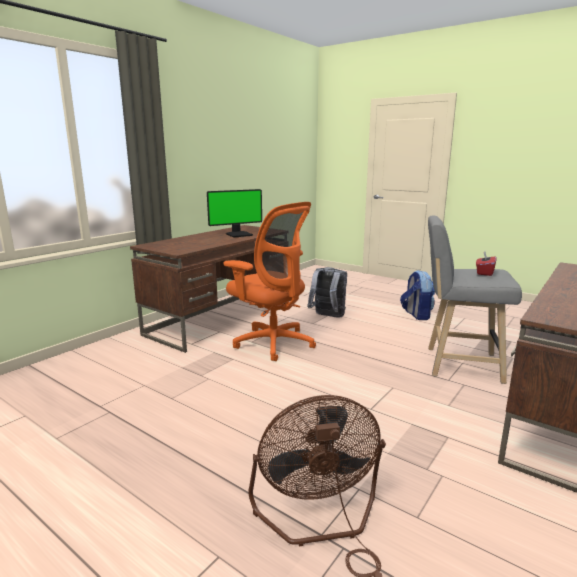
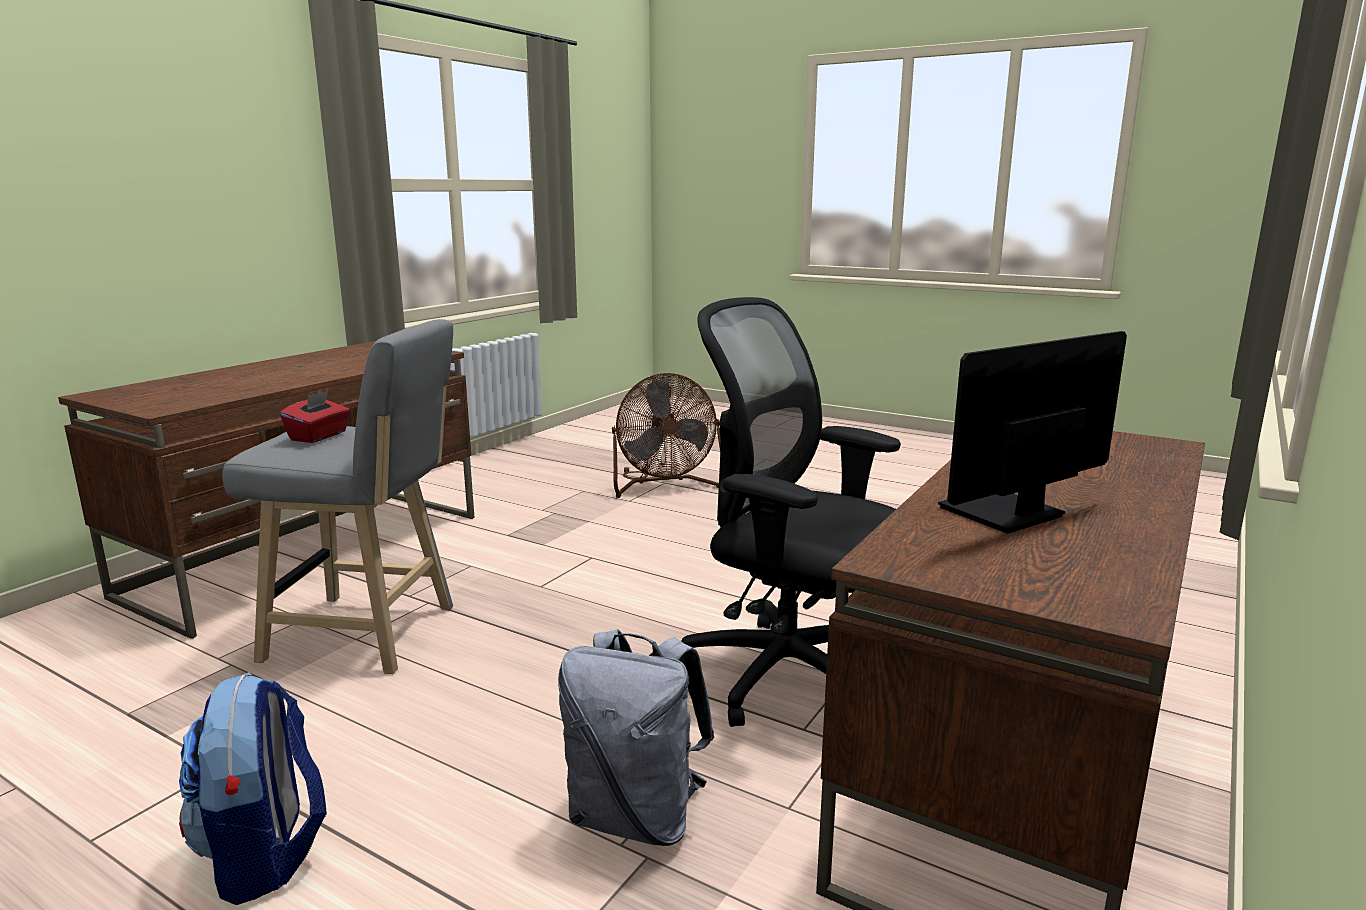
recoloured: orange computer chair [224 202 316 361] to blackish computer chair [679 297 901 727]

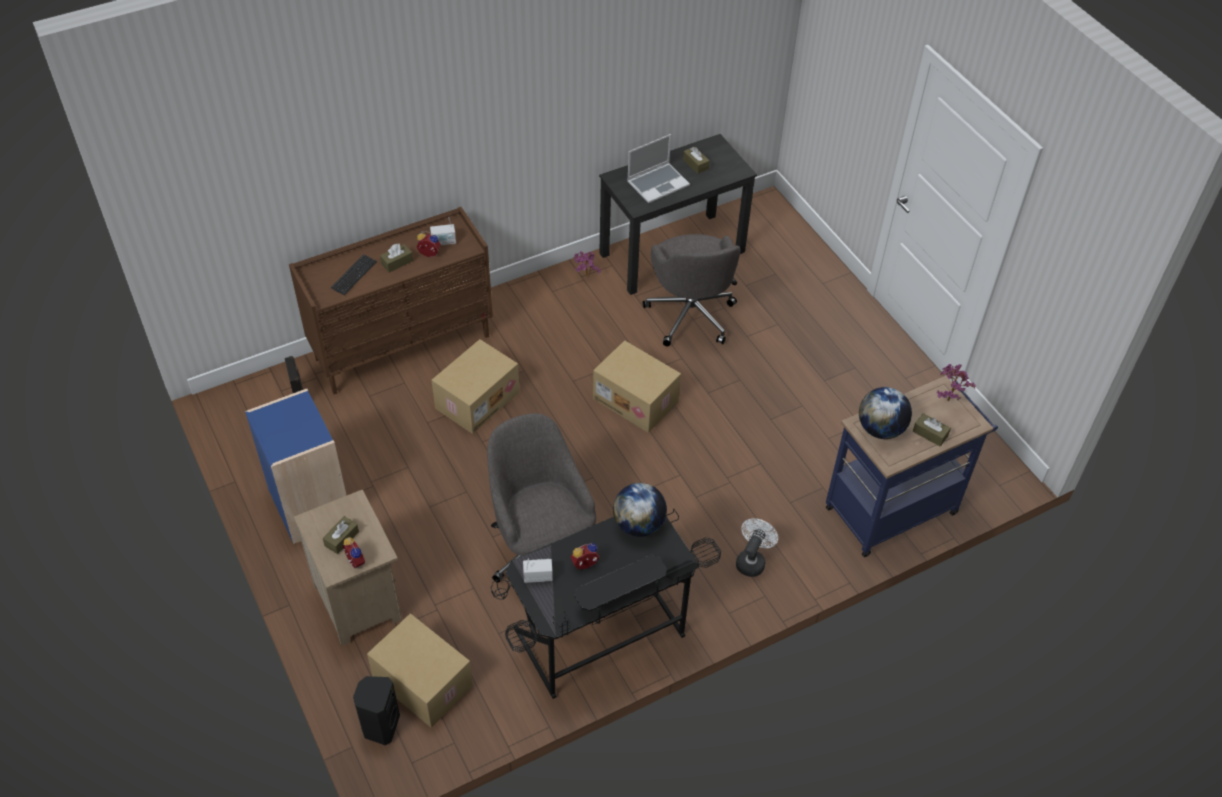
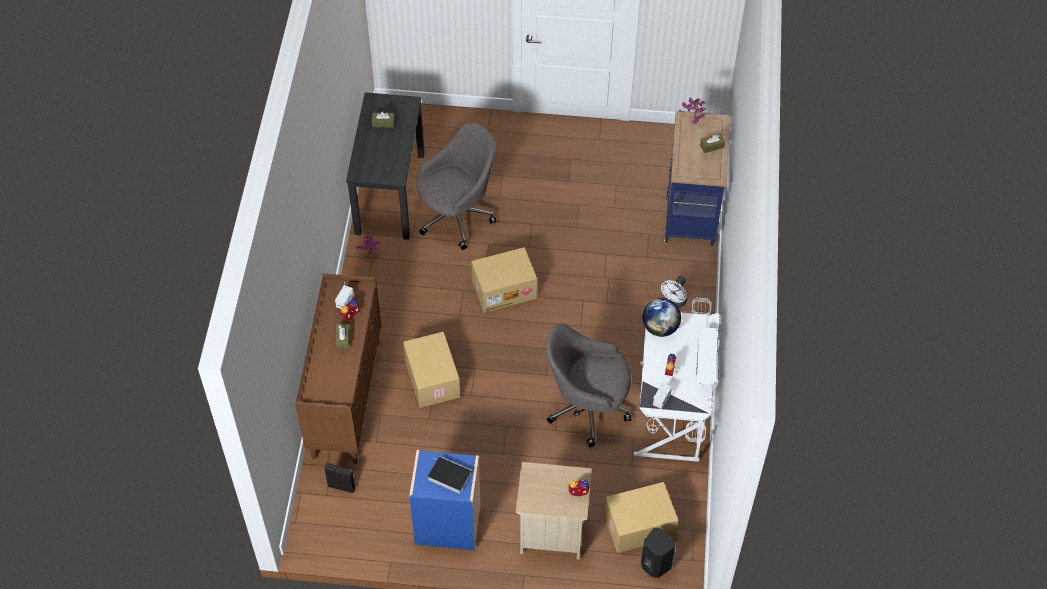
removed: brown-coloured tissue box [323 516 359 554]; keyboard [330 254 377 295]; notebook computer [627 134 690 203]; globe [859 387 912 439]
added: book [428 456 472 494]
recoloured: blackish desk [491 509 721 699] to white desk [634 298 720 462]
turned: grey computer chair [642 234 740 346] = [416 122 496 250] 60 degrees counterclockwise; white electric fan [736 518 778 577] = [661 276 687 308] 120 degrees counterclockwise

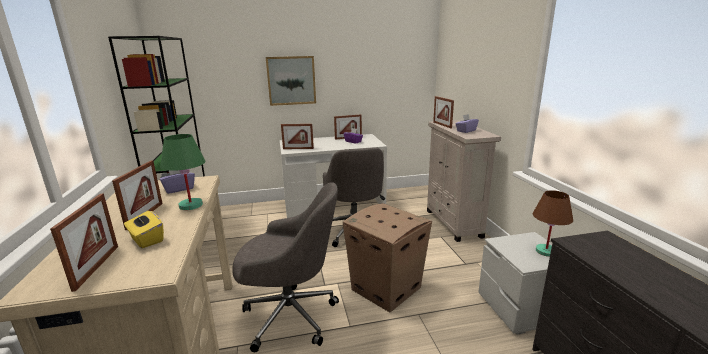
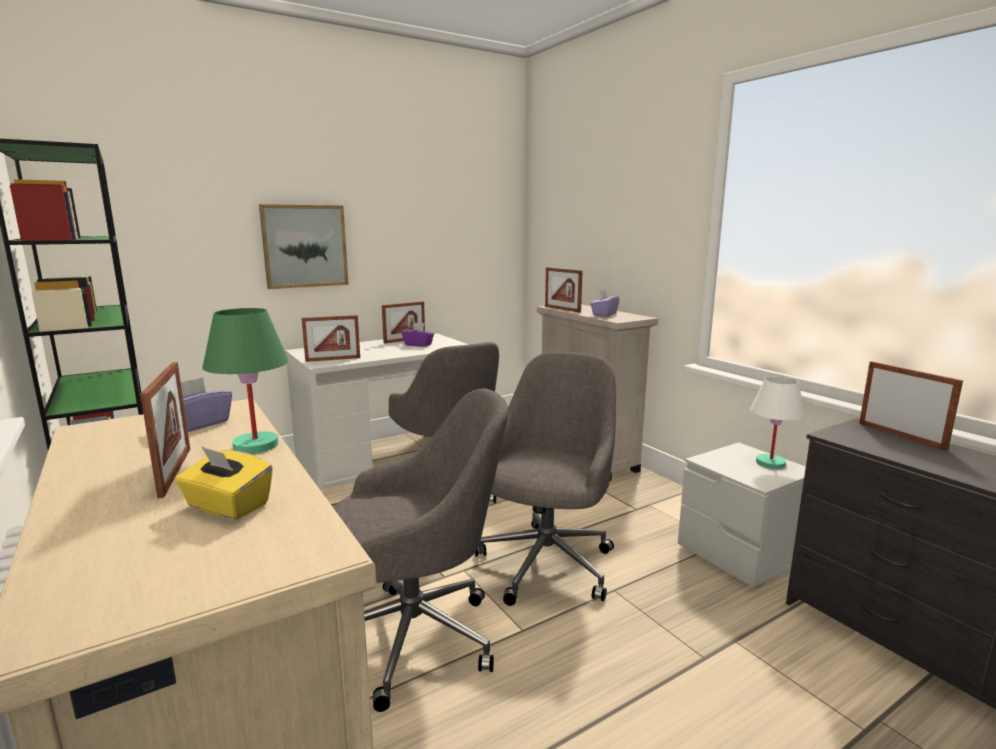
moved: photo frame [50 193 118 292] to [859 361 963 451]
replaced: carton [343 203 432 312] to grey computer chair [475 352 616 606]
recoloured: brown-coloured tabletop lamp [533 190 573 257] to white tabletop lamp [750 376 805 469]

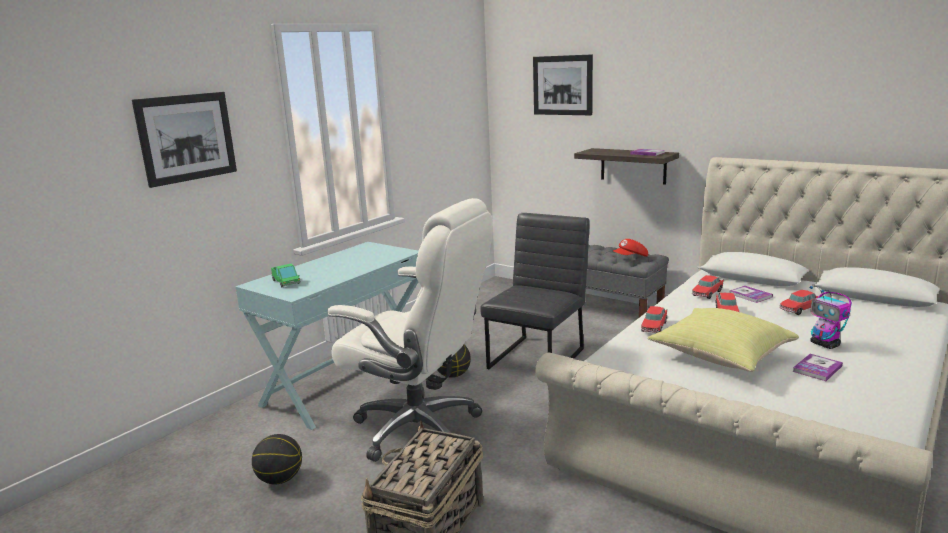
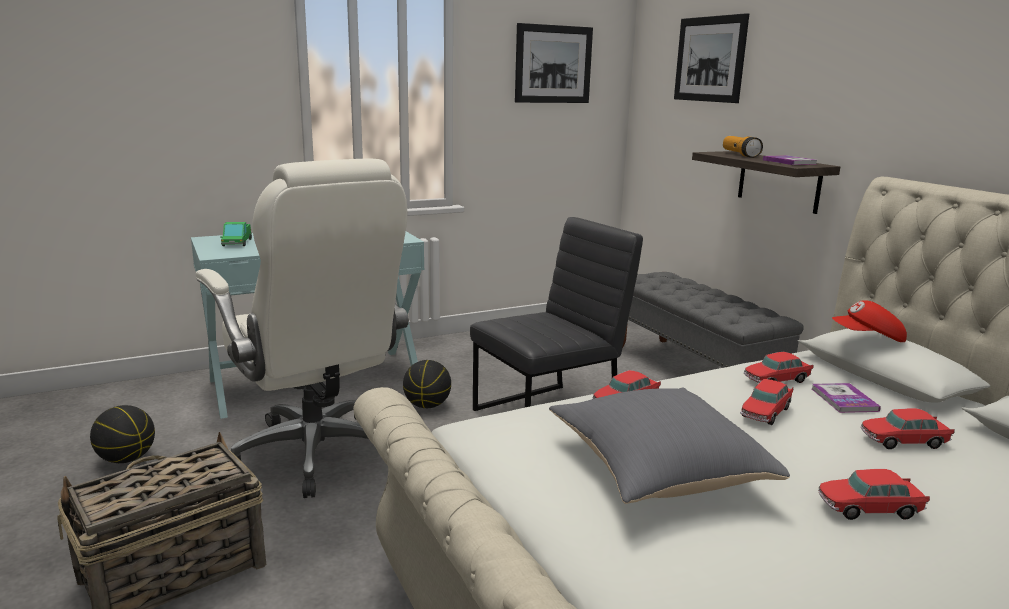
removed: book [793 354 843 381]
added: flashlight [723 136 763 158]
moved: wall picture [132 92 237 188] to [515 23 593 103]; reddish cap [613 239 648 257] to [832 300 907 342]
replaced: robot figure [810 286 852 349] to toy car [818 469 930 520]
recoloured: yellowish cushion [648 308 799 372] to grey cushion [549 387 790 504]

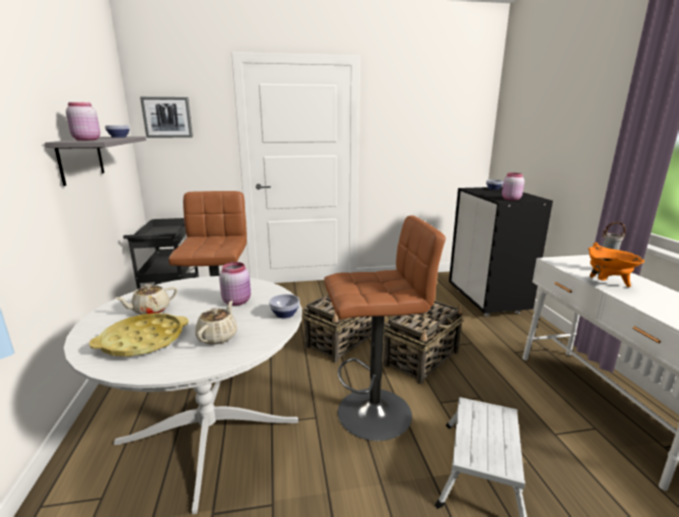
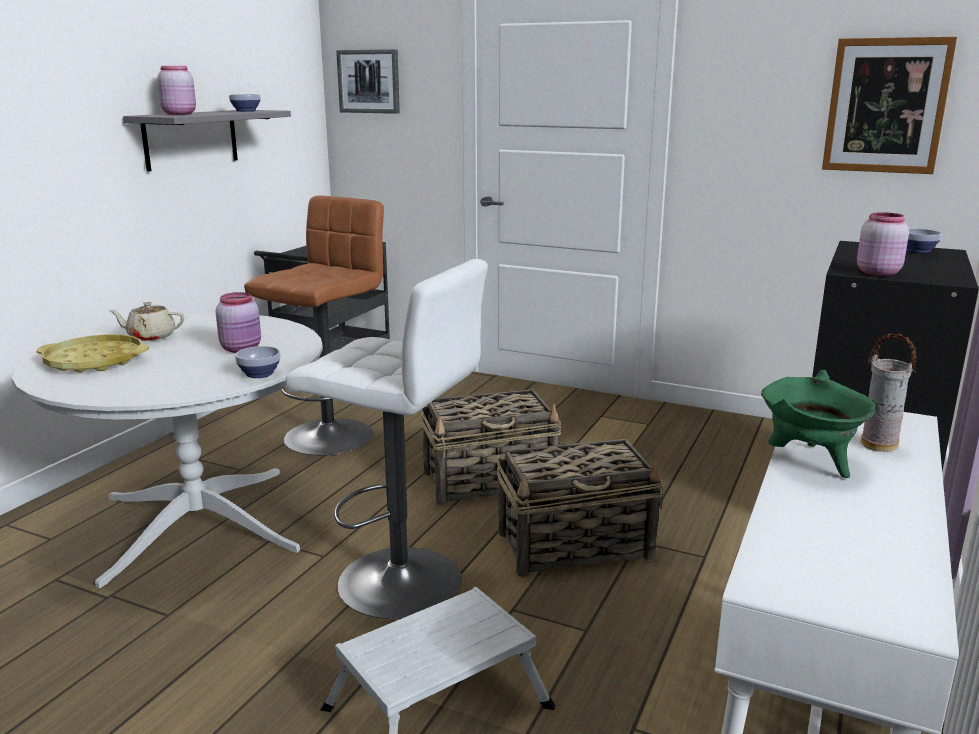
removed: beige-coloured tea pot [195 300 237 345]
added: wall picture [822 37 957 174]
recoloured: brown-coloured stool seat [324 215 446 441] to white stool seat [286 259 488 619]; orange saucepot [588 242 645 287] to greenish saucepot [761 370 875 478]

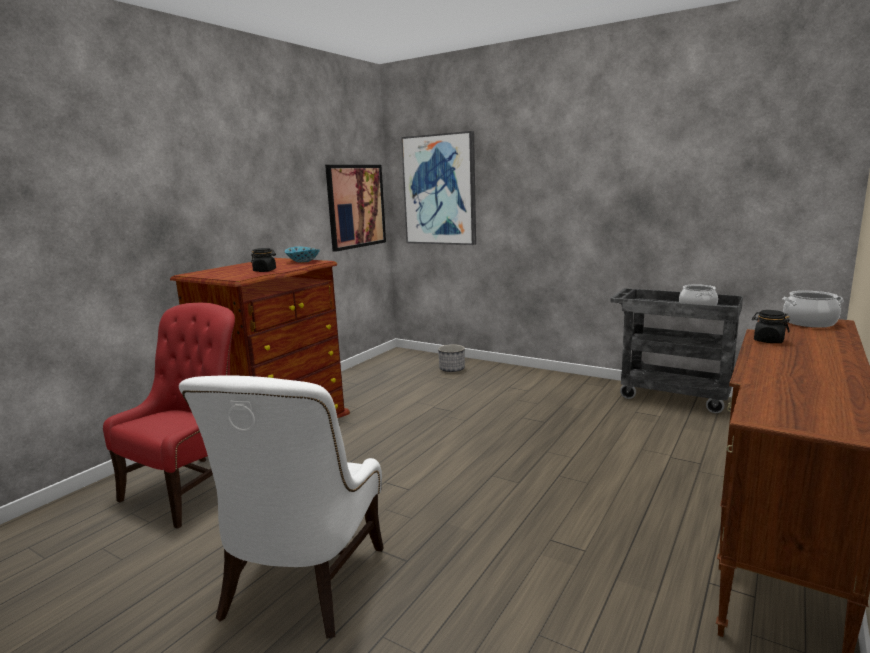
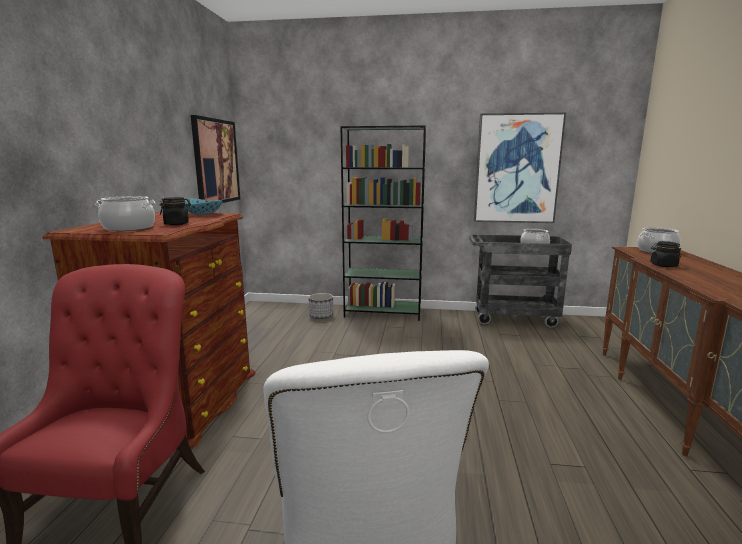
added: saucepot [95 196 155 231]; greenish shelving unit [341 125 426 321]
moved: wall picture [401 131 476 245] to [474 113 566 223]

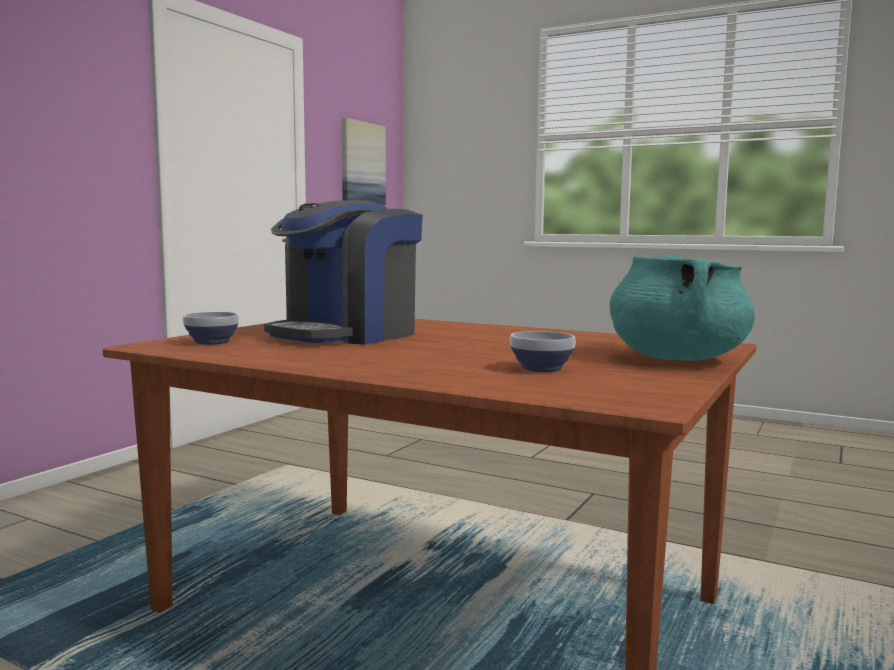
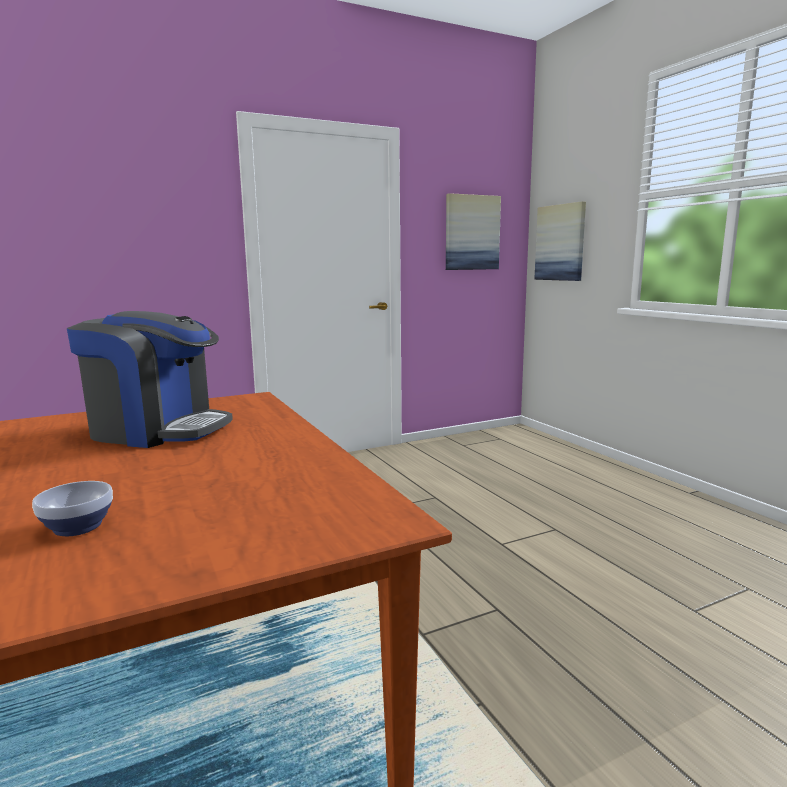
removed: deep dish [183 312 239 345]; turquoise-coloured saucepot [610 254 755 361]
added: wall picture [534 201 586 281]
turned: coffee maker [264 200 423 344] = [67 311 233 448] 150 degrees counterclockwise

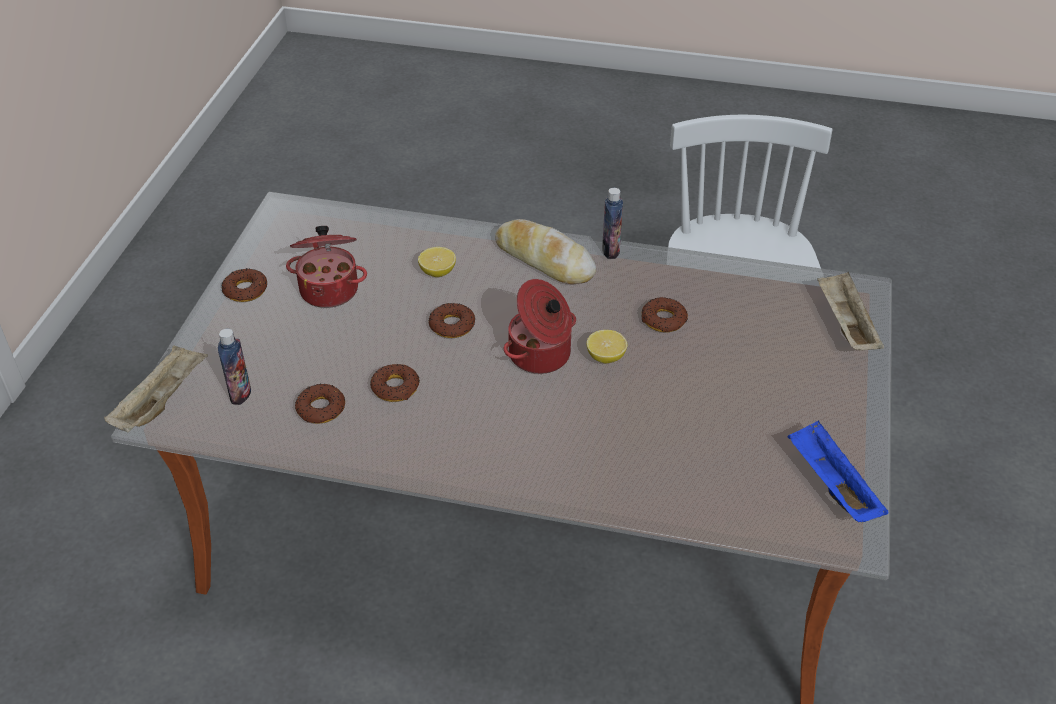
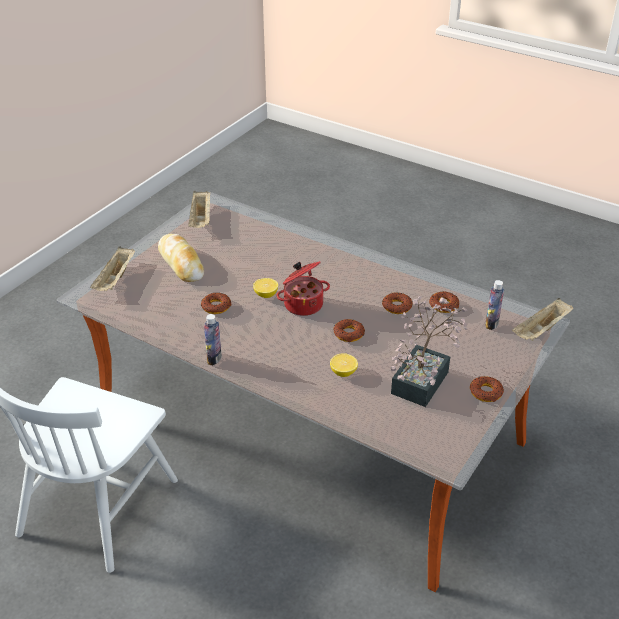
moved: bread [495 219 596 284] to [158 234 204 282]
replaced: saucepot [286 226 367 308] to potted plant [390 296 468 407]
recoloured: bluish carrying tray [788 421 889 522] to beige-coloured carrying tray [188 190 210 228]

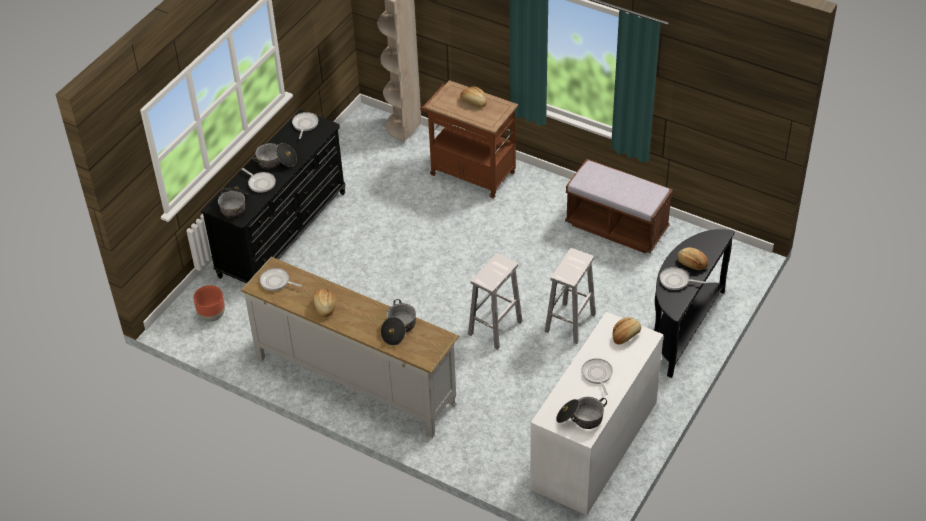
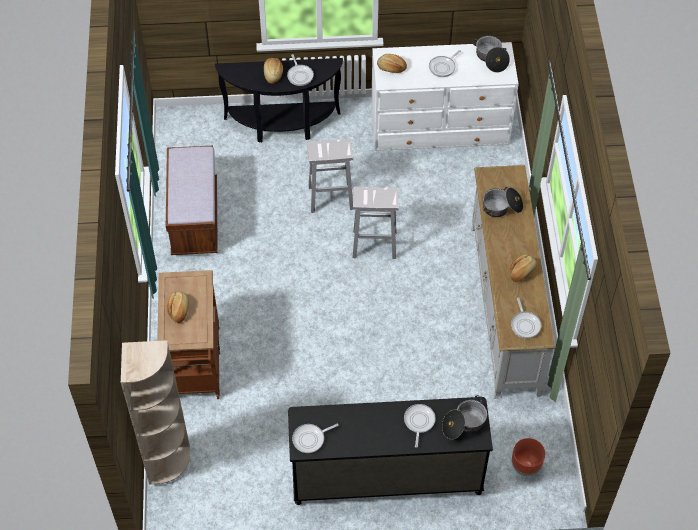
removed: saucepot [252 143 297 169]

